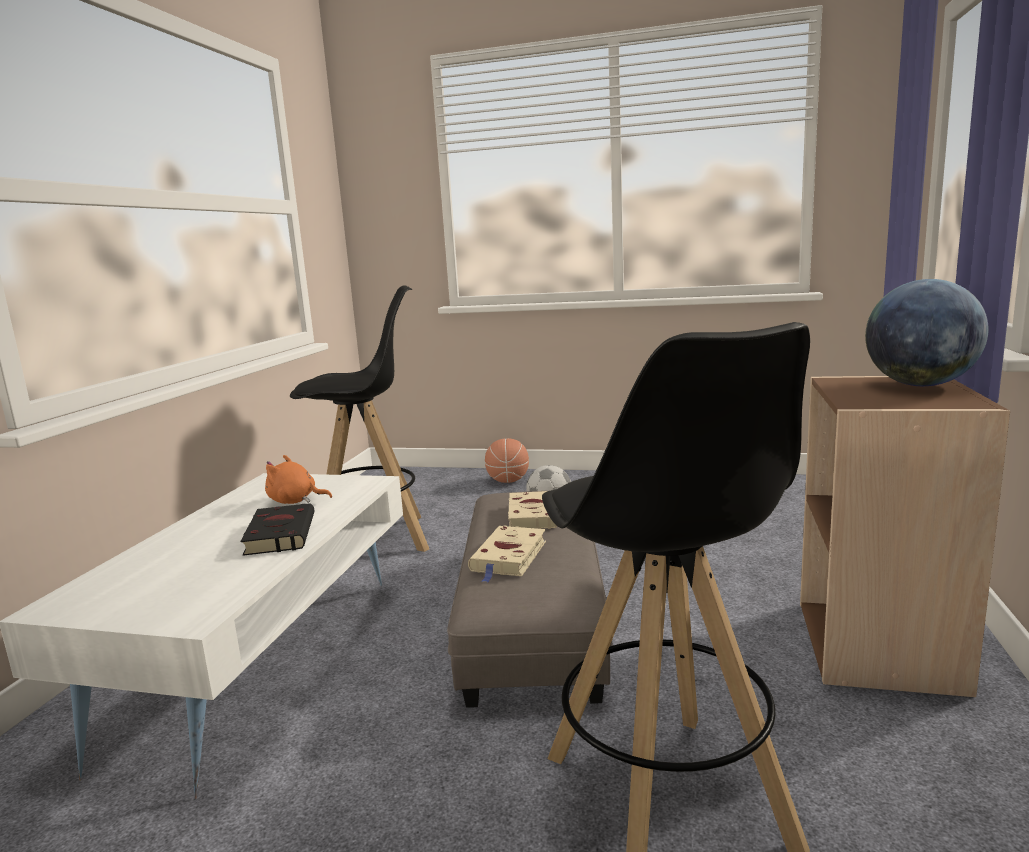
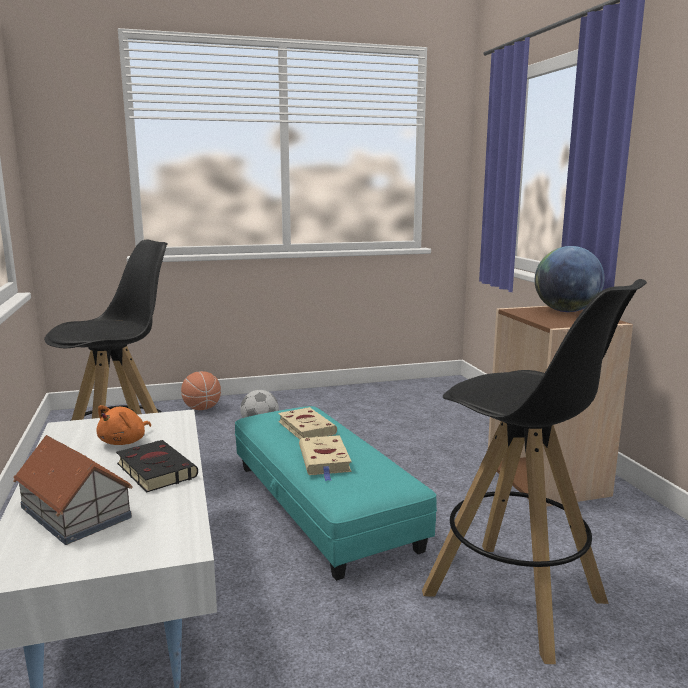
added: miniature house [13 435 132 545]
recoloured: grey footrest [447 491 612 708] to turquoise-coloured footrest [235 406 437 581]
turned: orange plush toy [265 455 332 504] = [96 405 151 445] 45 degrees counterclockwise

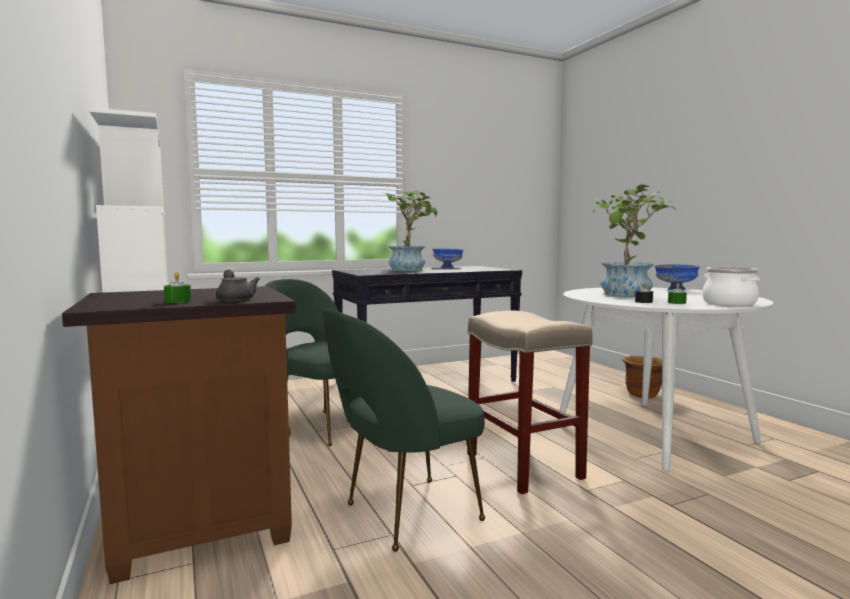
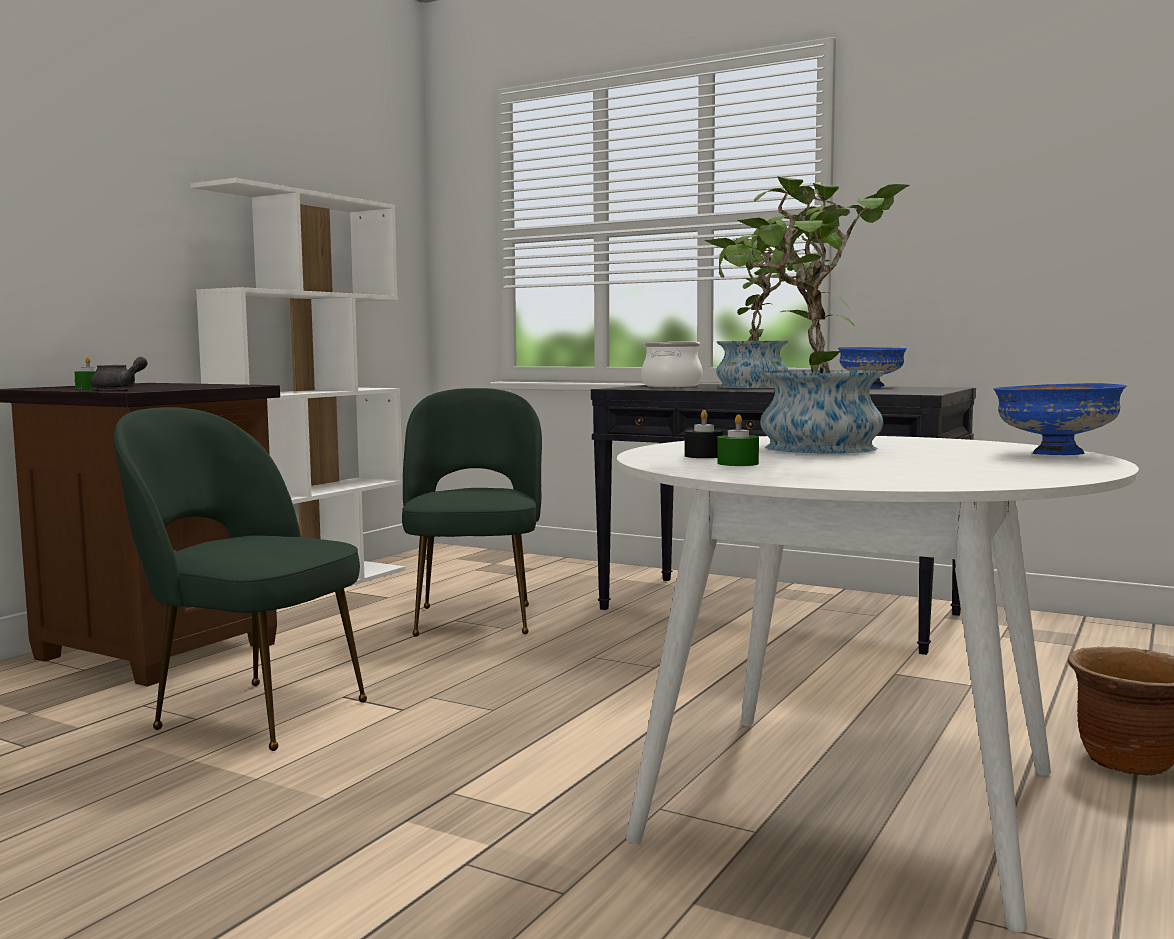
removed: beige-coloured stool seat [467 311 593 494]
moved: saucepot [702 267 760 306] to [641 342 703 387]

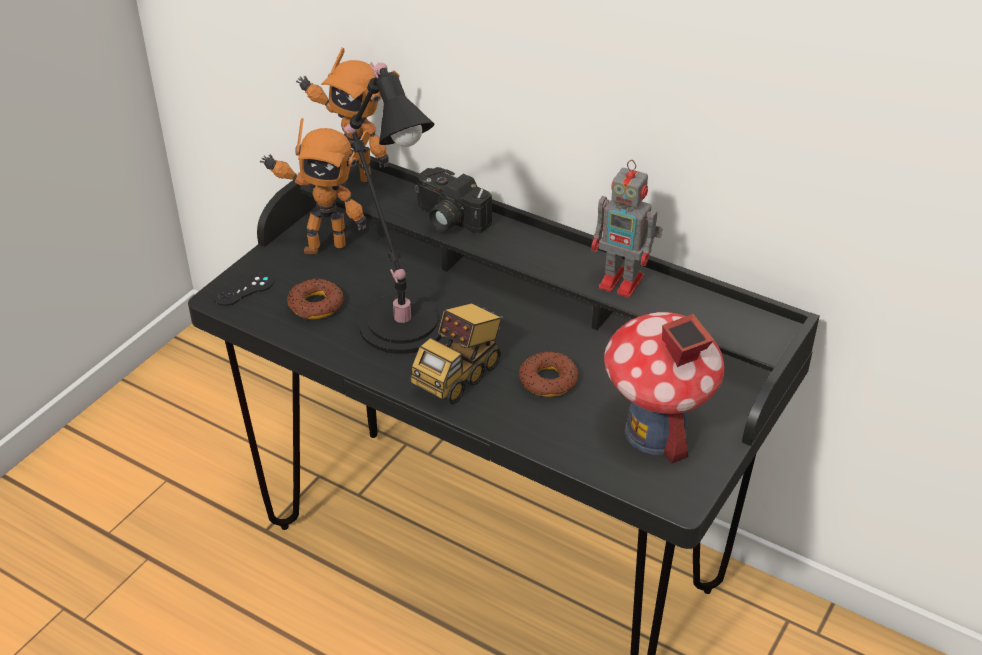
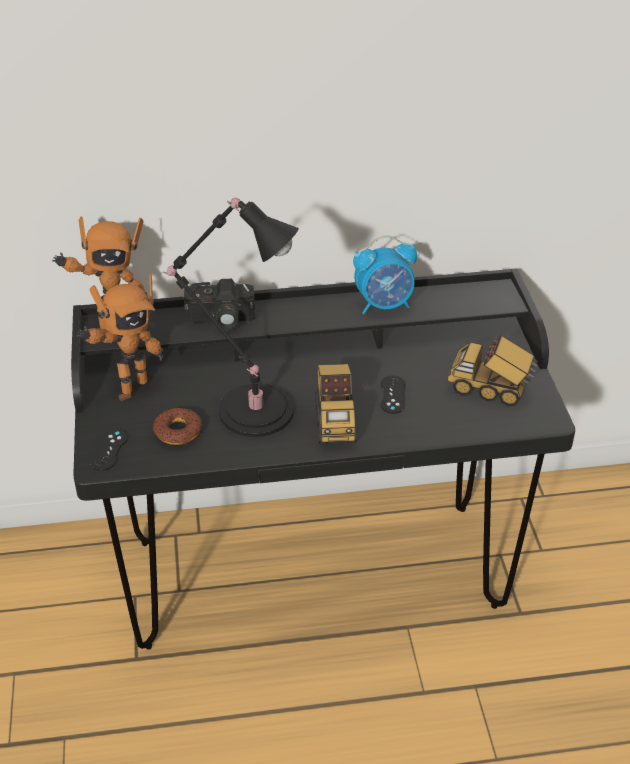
replaced: robot figure [591 160 663 297] to bedside clock [353 236 417 314]; ring doughnut [519 351 579 397] to blackish gamepad [381 376 405 414]; miniature house [604 312 725 464] to toy truck [448 335 538 406]

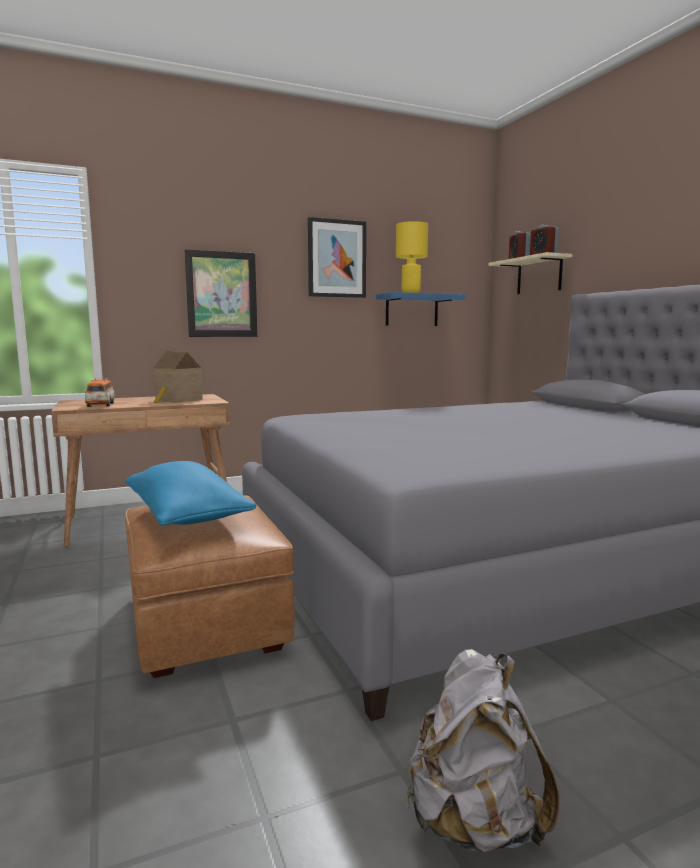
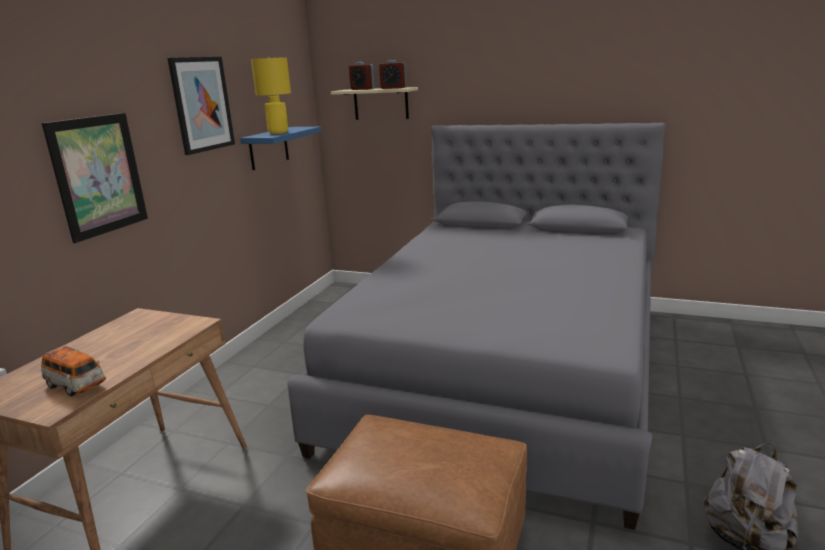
removed: bluish cushion [126 461 257 526]; miniature house [153 351 203 403]

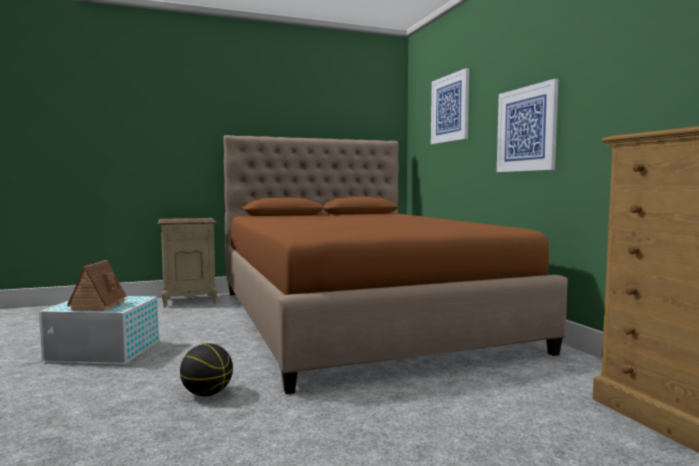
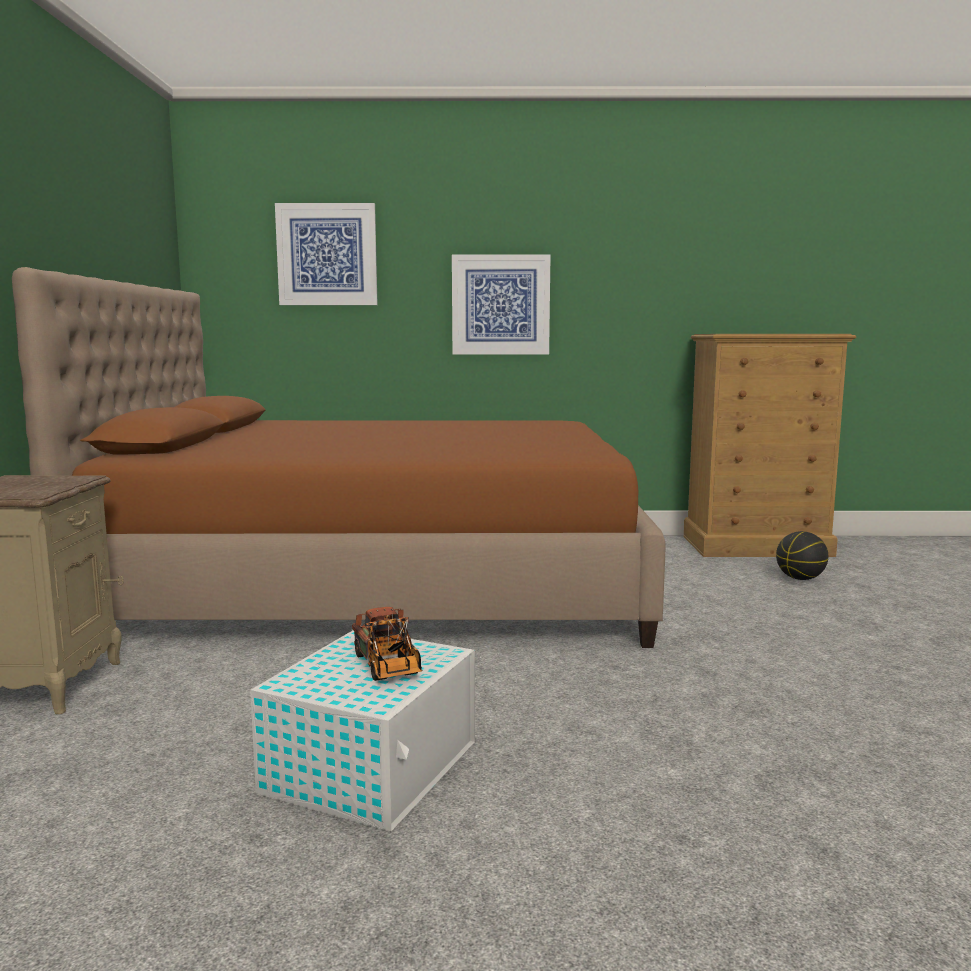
moved: ball for basketball [180 343 233 396] to [776 531 828 580]
replaced: miniature house [67 260 127 311] to toy truck [352 607 422 681]

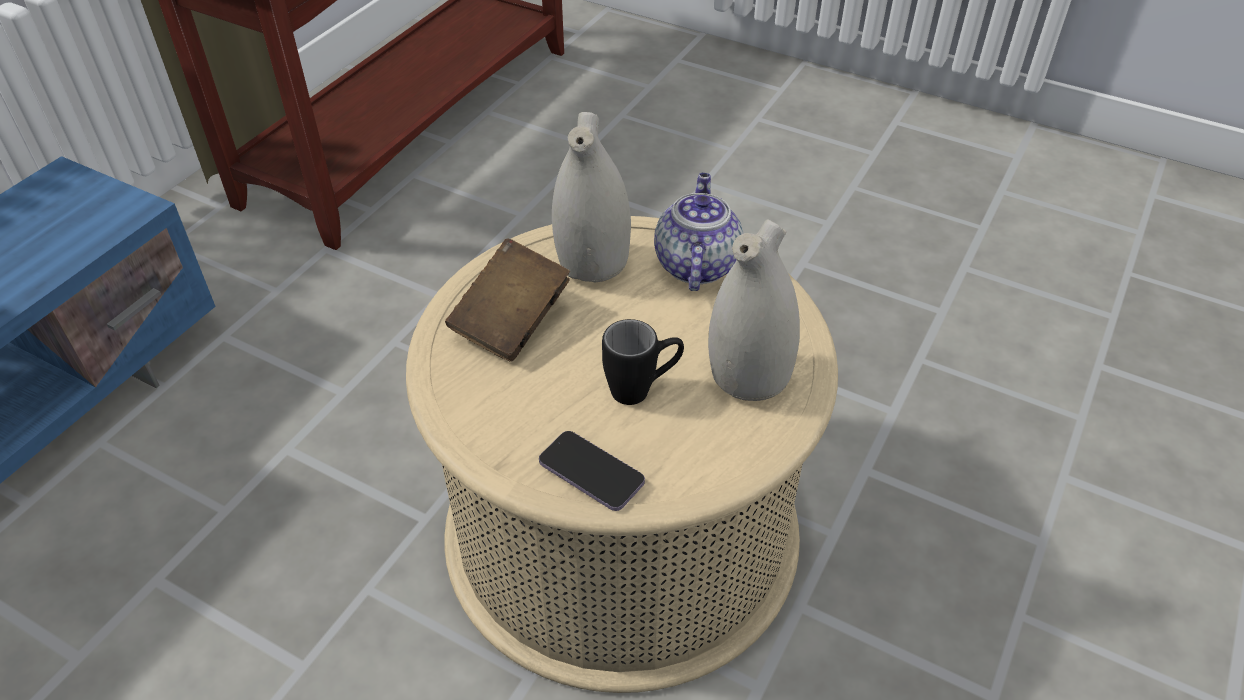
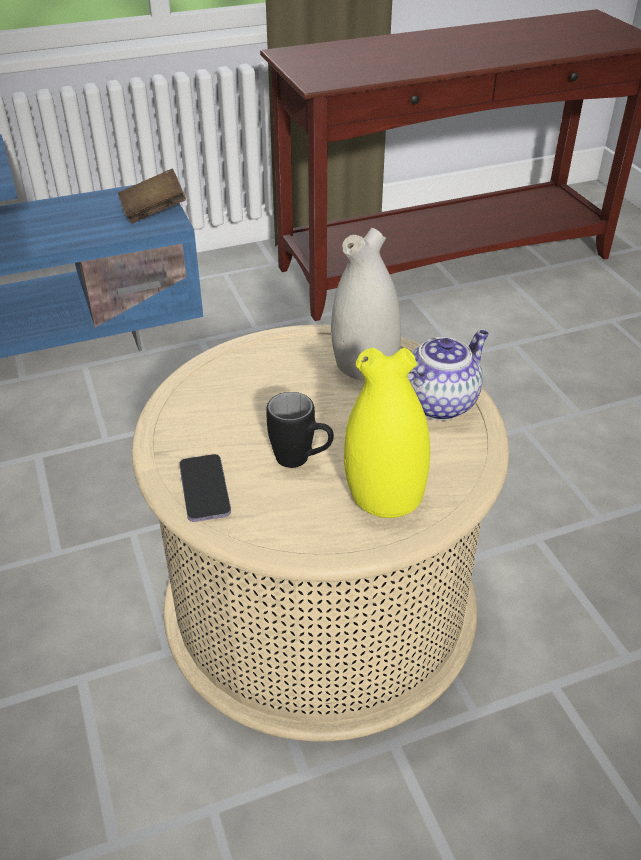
moved: brown-coloured book [445 238 570 362] to [118 169 186 223]
recoloured: white decorative vase [708 219 800 401] to yellowish decorative vase [344 348 430 518]

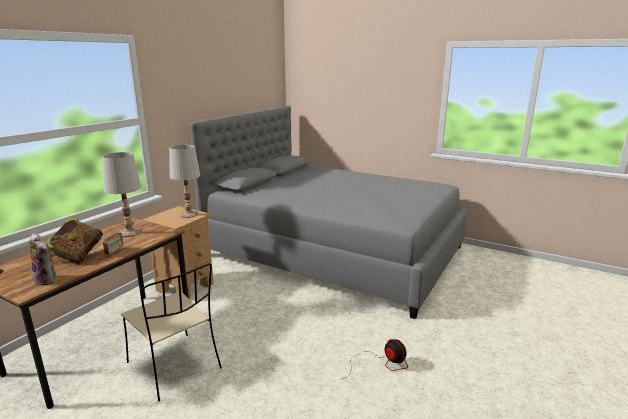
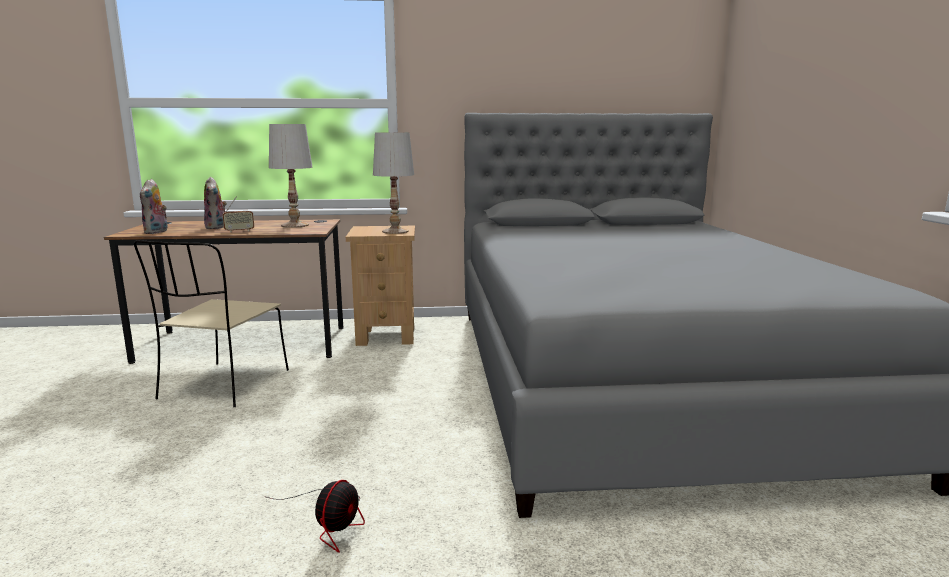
replaced: book [46 216 103 264] to plush toy [204 177 227 229]

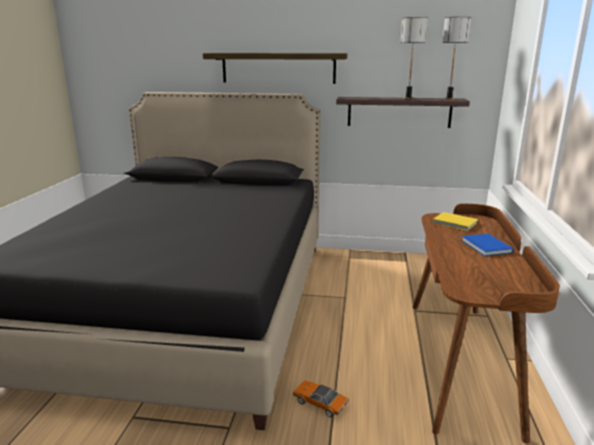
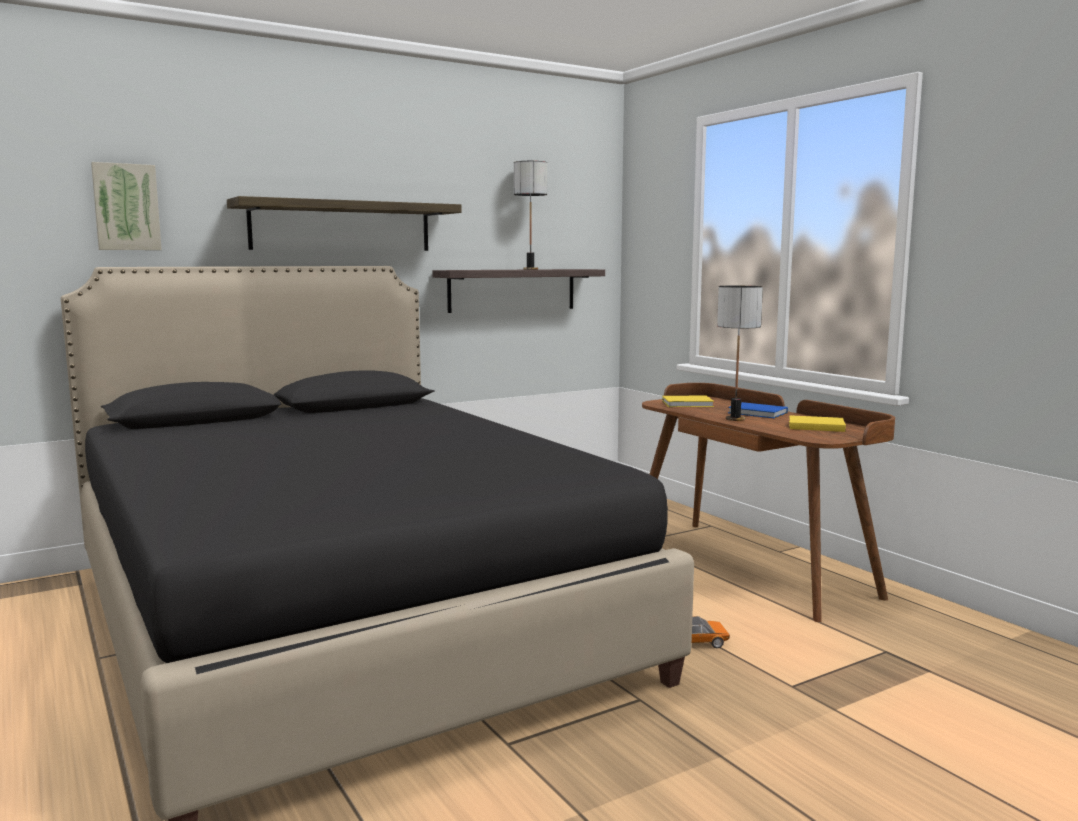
added: wall picture [91 162 162 250]; yellowish book [789 415 846 432]
moved: tabletop lamp [442 17 471 100] to [717 286 763 421]

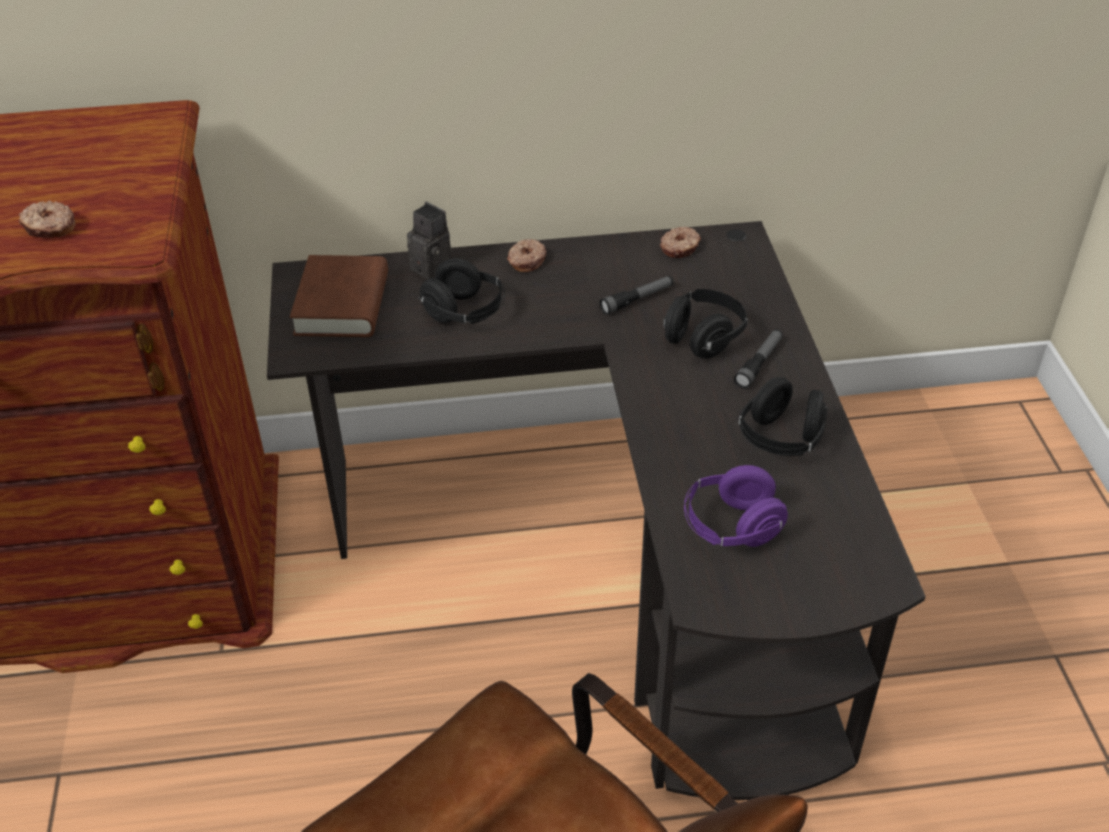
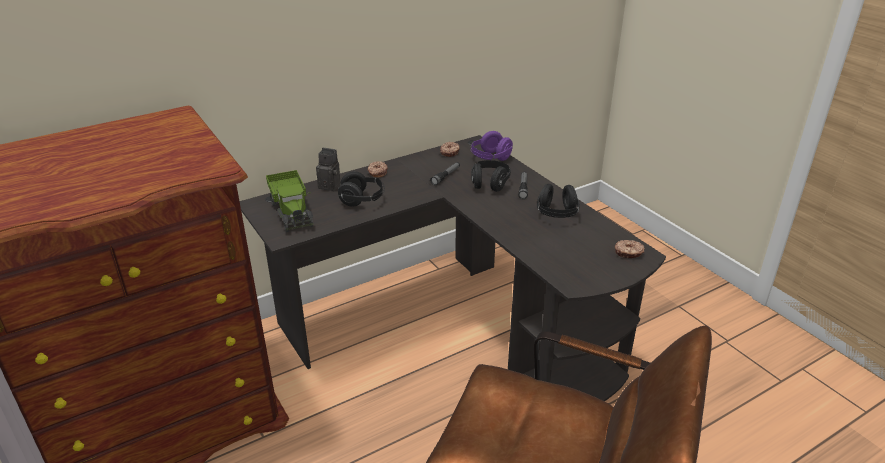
moved: purplish headphones [684 465 788 547] to [471 131 513 161]; ring doughnut [19 201 76 238] to [615 240 645 258]
replaced: brown-coloured book [290 255 388 337] to toy truck [266 170 313 232]

